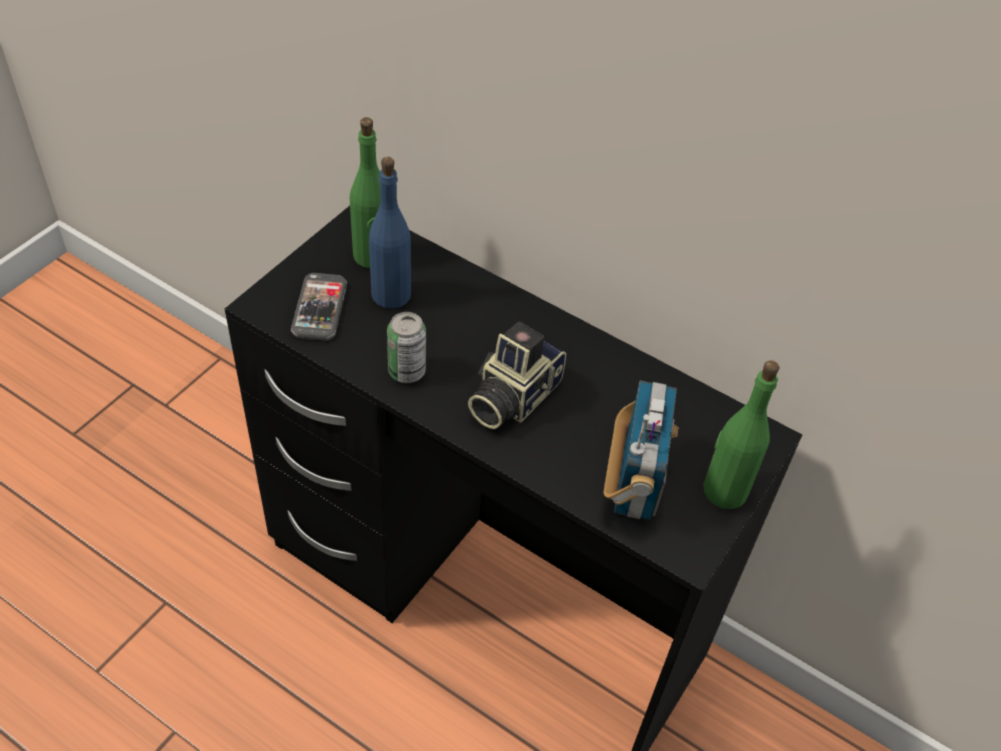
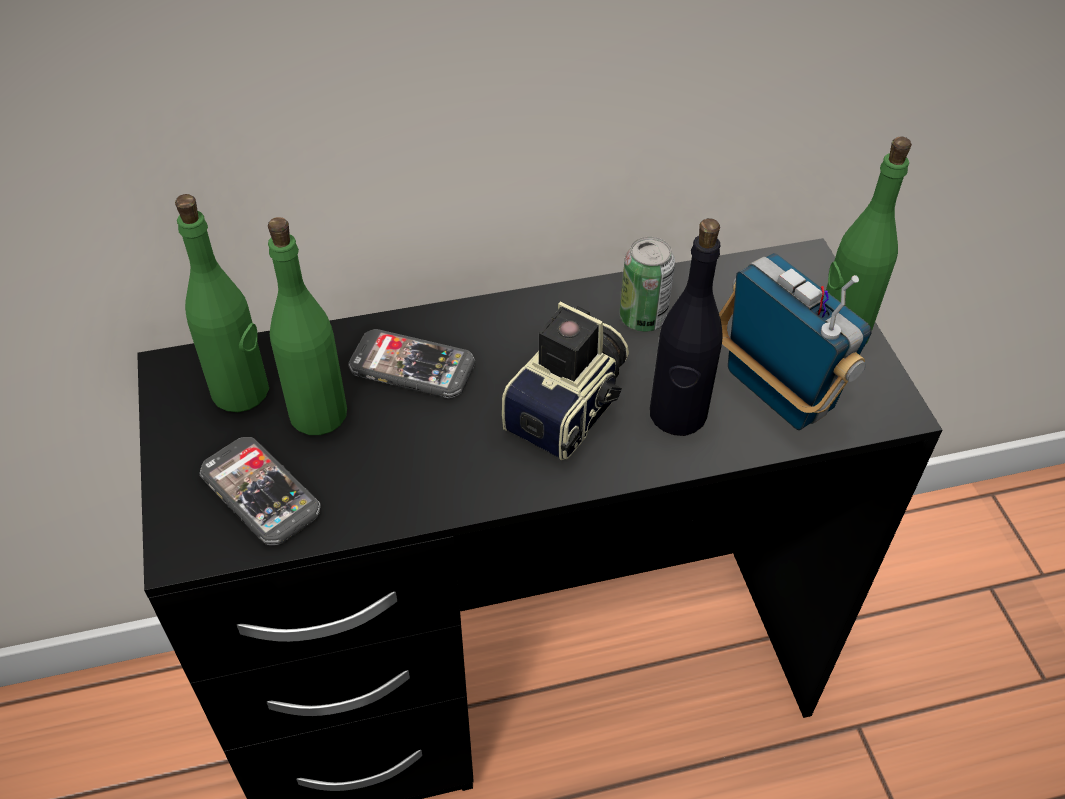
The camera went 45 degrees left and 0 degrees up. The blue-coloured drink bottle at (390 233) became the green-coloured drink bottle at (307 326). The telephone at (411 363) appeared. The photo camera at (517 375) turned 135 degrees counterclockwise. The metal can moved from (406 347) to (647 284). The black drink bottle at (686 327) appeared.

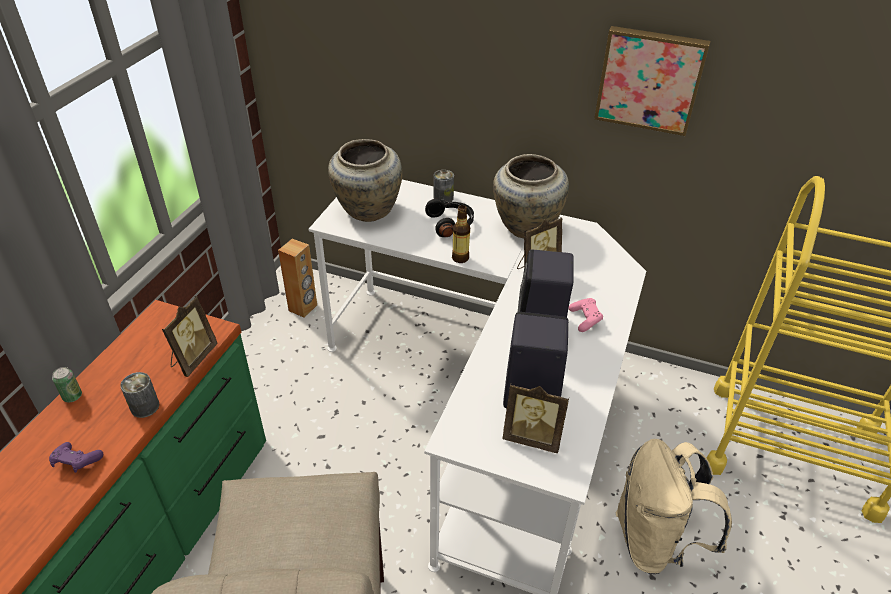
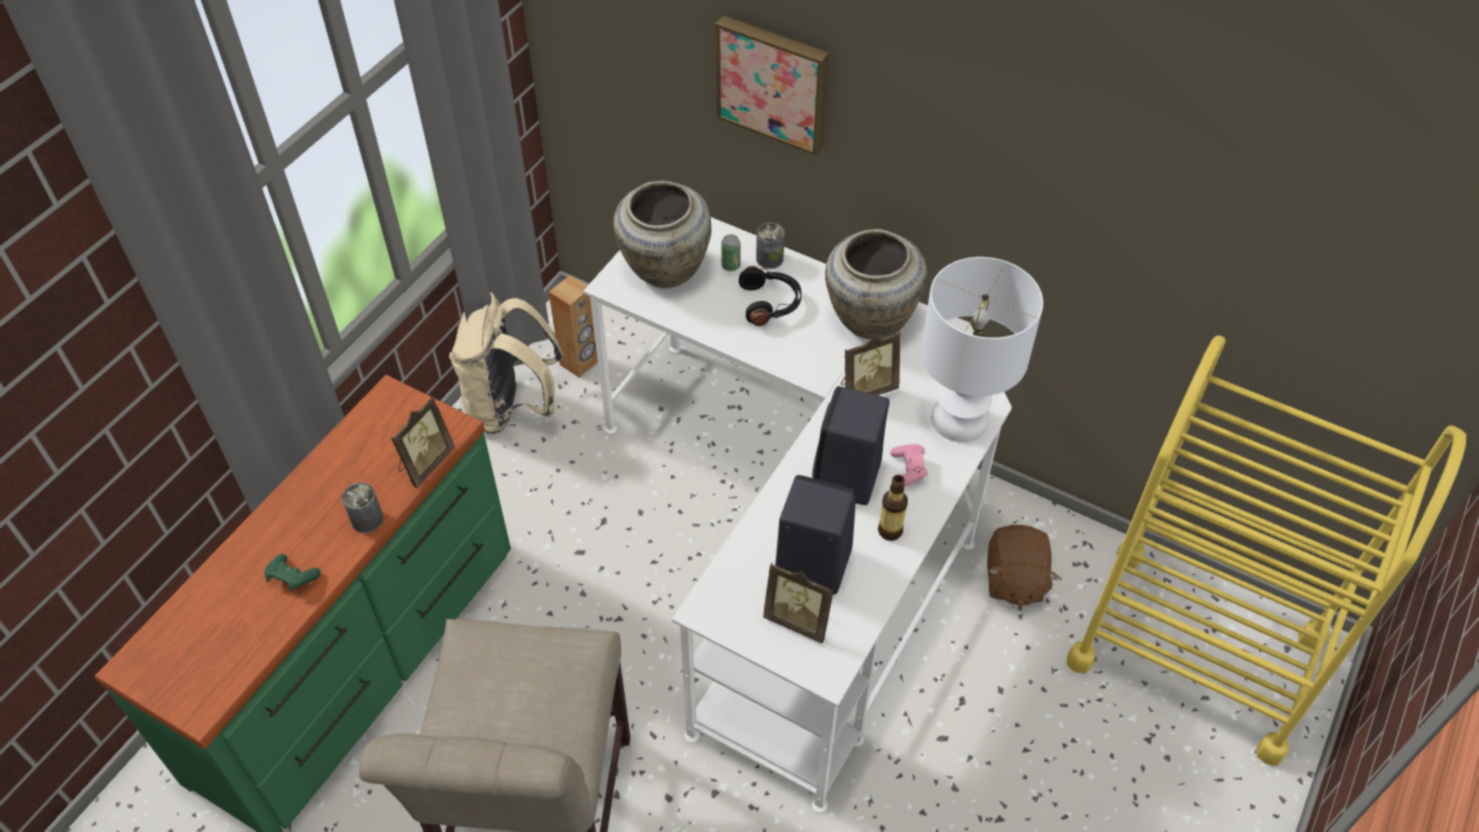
The camera went 10 degrees right and 10 degrees up. The purple gamepad at (76 457) became the green-coloured gamepad at (292 573). The beige backpack moved from (673 506) to (506 363). The wall picture moved from (652 81) to (772 85). The metal can moved from (67 384) to (731 252). The drink bottle moved from (461 234) to (893 508). The white-coloured tabletop lamp at (982 349) appeared. The brownish soft toy at (1023 566) appeared.

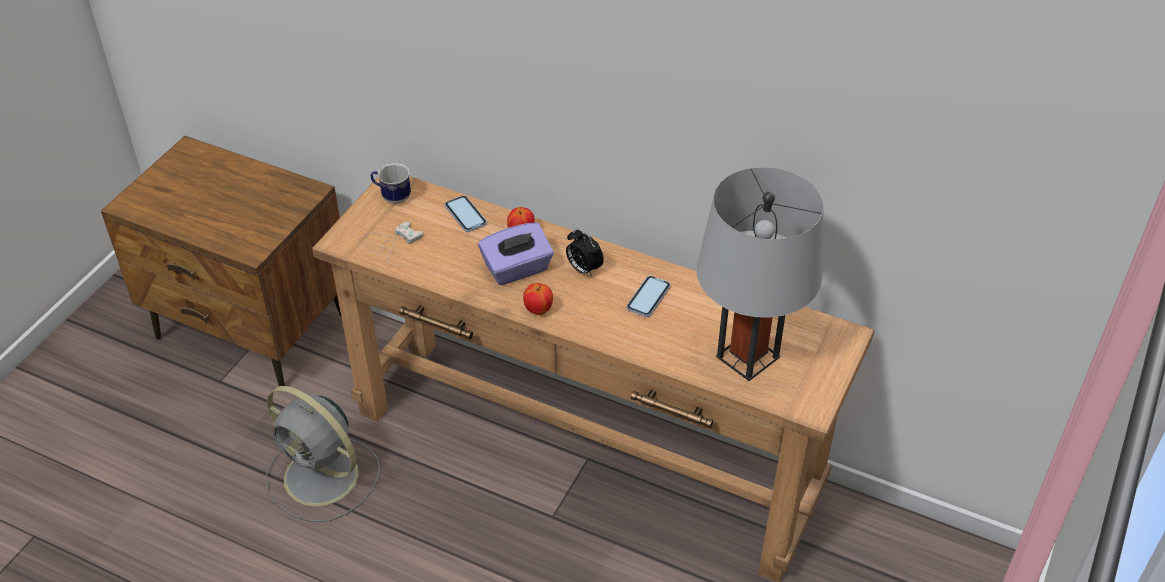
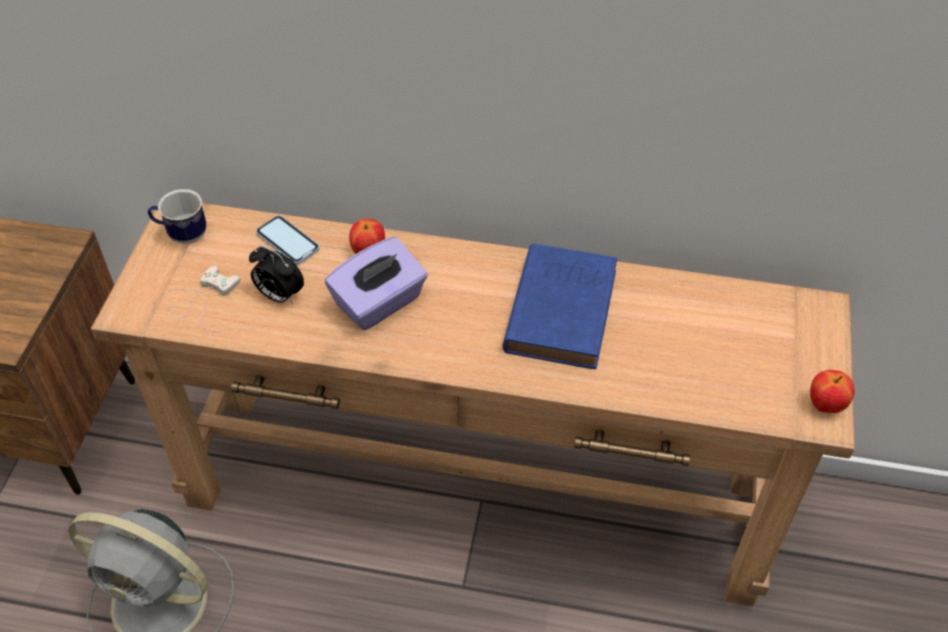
The camera went 15 degrees left and 5 degrees up. The alarm clock moved from (585 253) to (276 275). The telephone at (649 296) was replaced by the blue-coloured book at (560 306). The apple fruit moved from (538 299) to (832 391). The grey tabletop lamp at (760 274) disappeared.

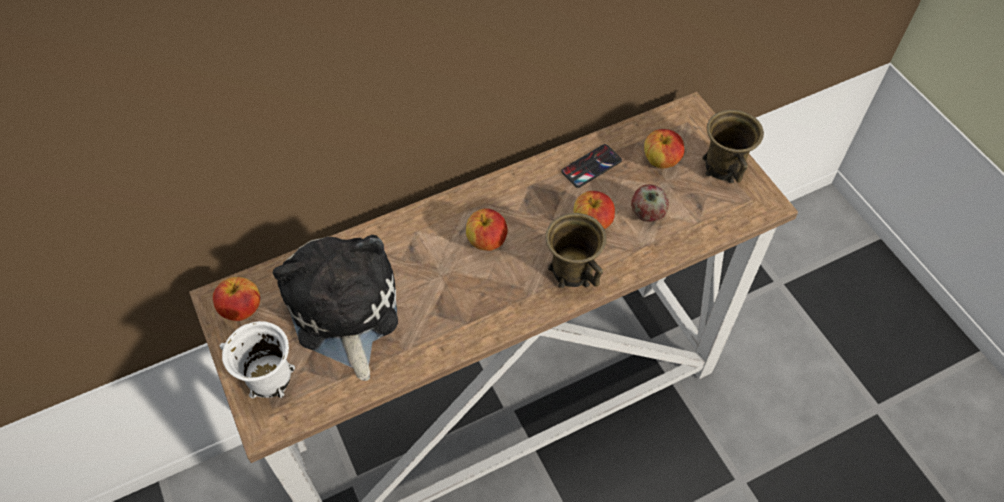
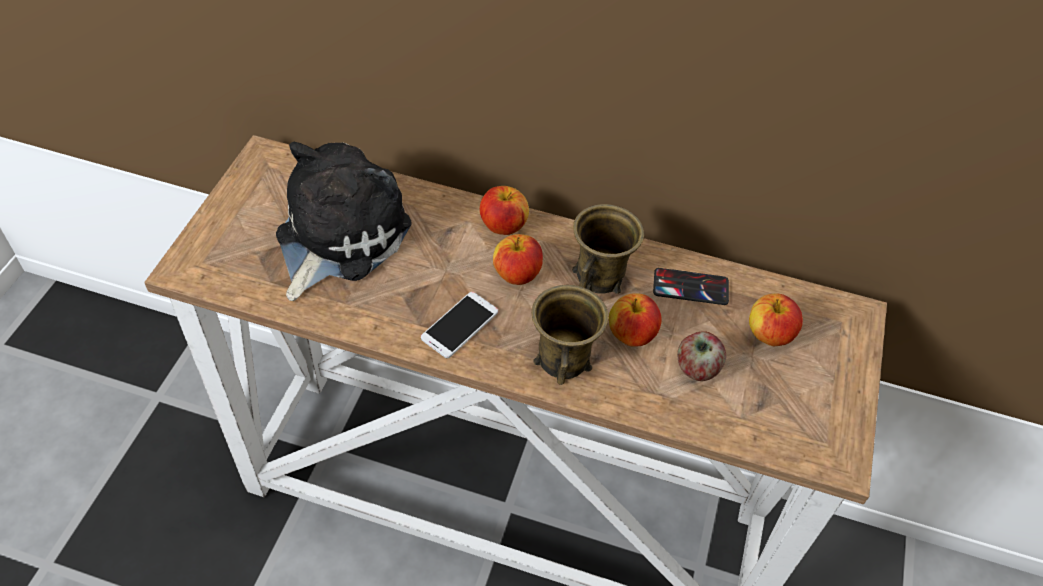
The camera went 40 degrees right and 5 degrees down. The telephone at (459 325) appeared. The apple fruit moved from (236 299) to (504 210). The brownish mug moved from (733 146) to (608 249). The white-coloured mug at (257 359) disappeared.

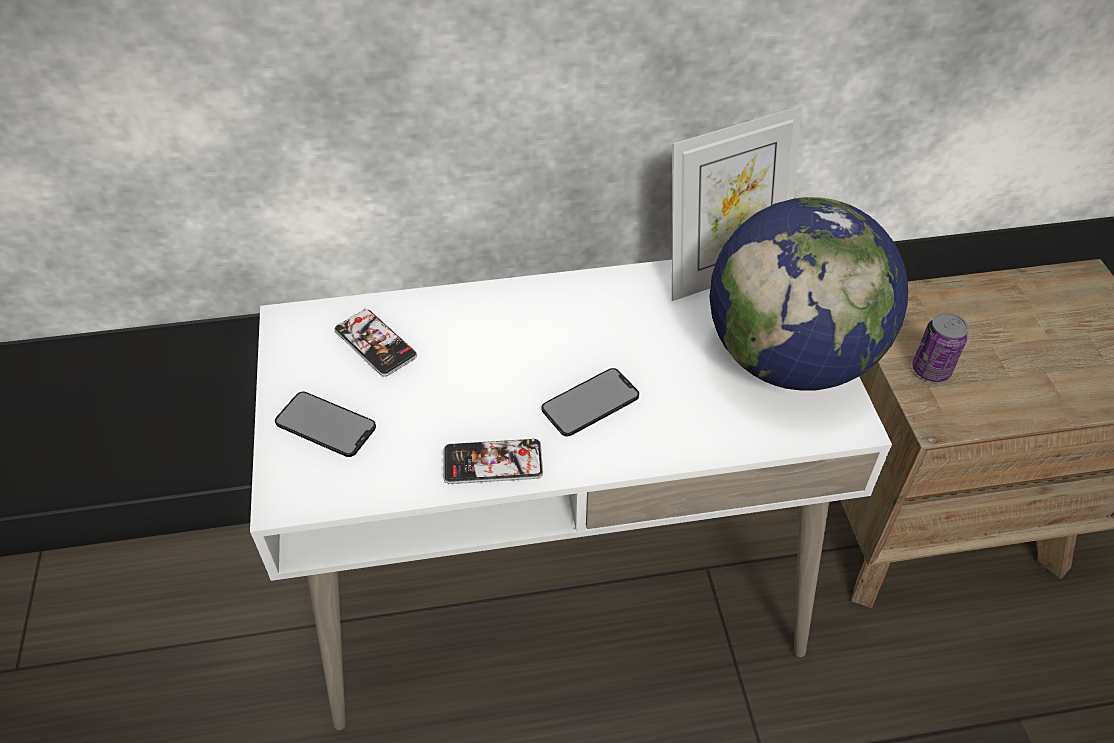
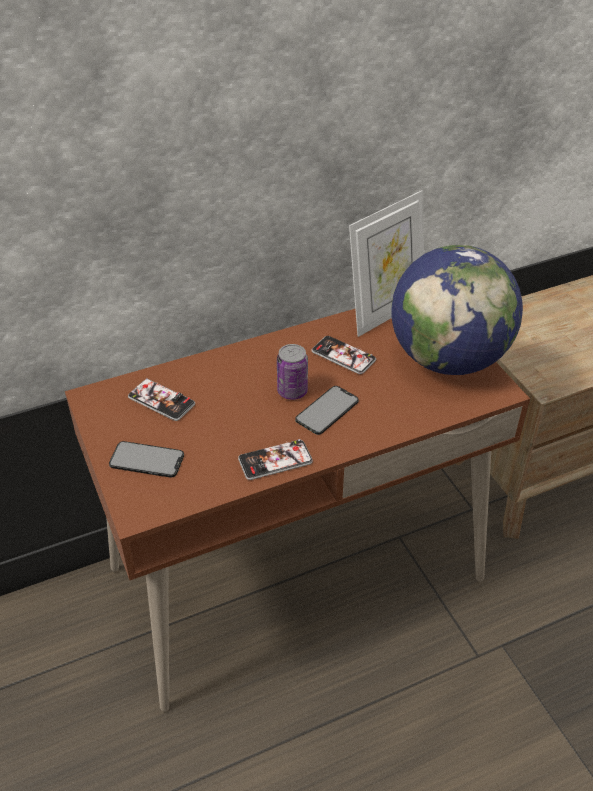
The camera went 15 degrees left and 5 degrees down. The white-coloured desk table at (571 495) became the brownish desk table at (297 510). The metal can moved from (940 347) to (292 372). The telephone at (343 355) appeared.

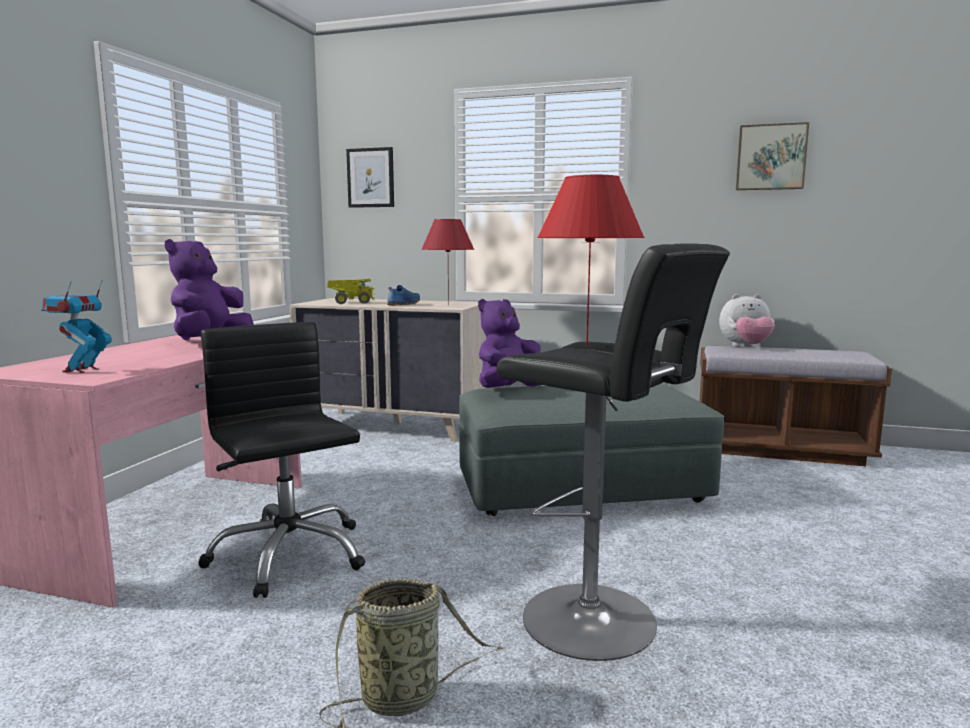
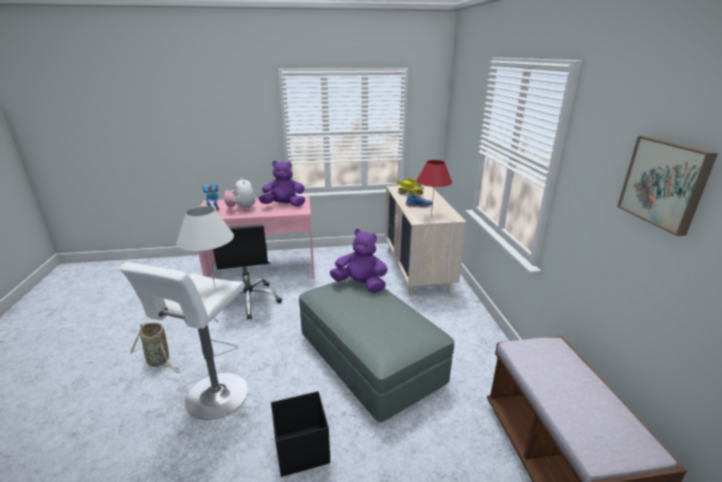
The camera went 65 degrees right and 15 degrees up. The black sitting stool at (613 452) became the white-coloured sitting stool at (183 341). The red tabletop lamp at (591 261) became the white-coloured tabletop lamp at (205 246). The black computer chair at (281 460) turned 135 degrees clockwise. The soft toy moved from (747 320) to (240 193). The black storage container at (300 434) appeared. The wall picture at (370 177) disappeared.

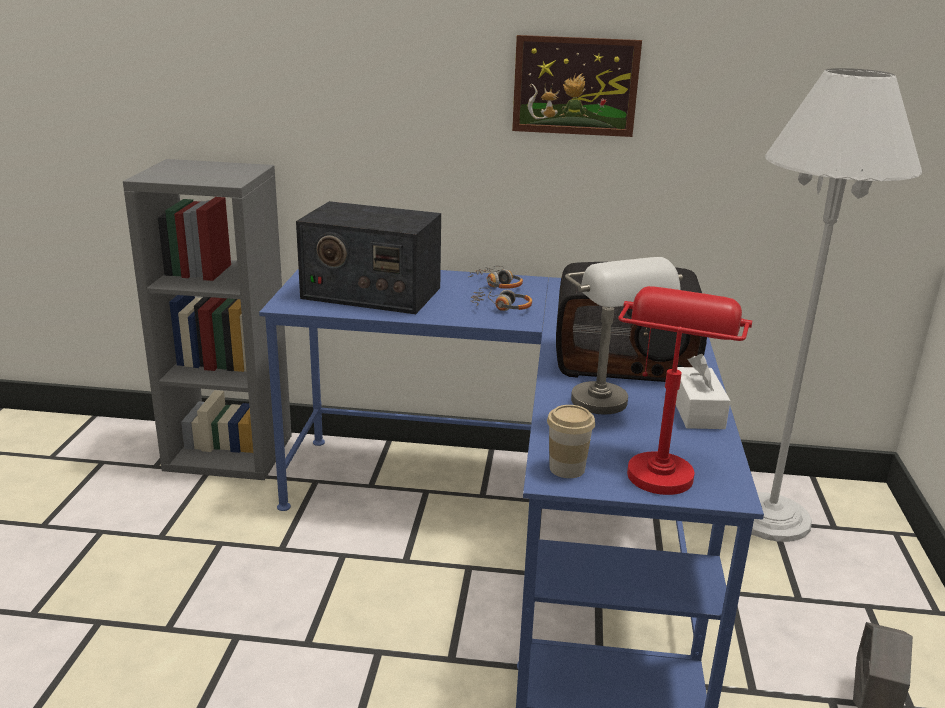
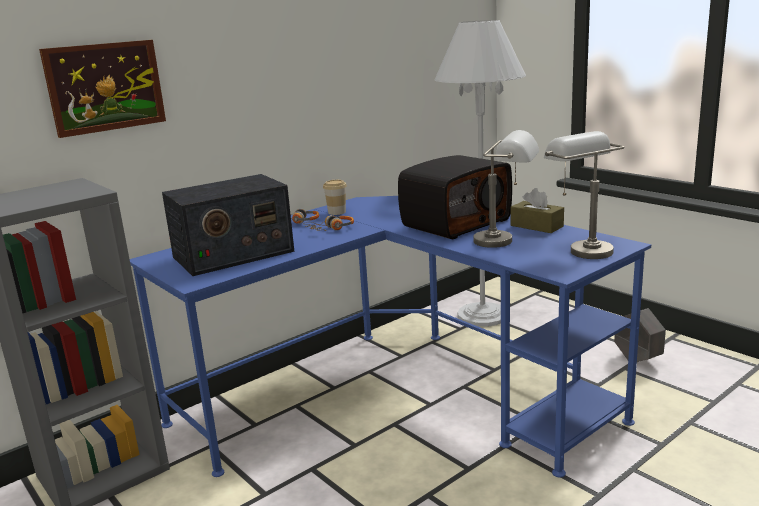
The camera went 45 degrees left and 5 degrees down. The wall picture moved from (577 86) to (102 89). The cup moved from (571 441) to (335 197). The white-coloured box of tissues at (703 391) became the brownish box of tissues at (537 210). The red tabletop lamp at (685 390) became the grey tabletop lamp at (584 195).

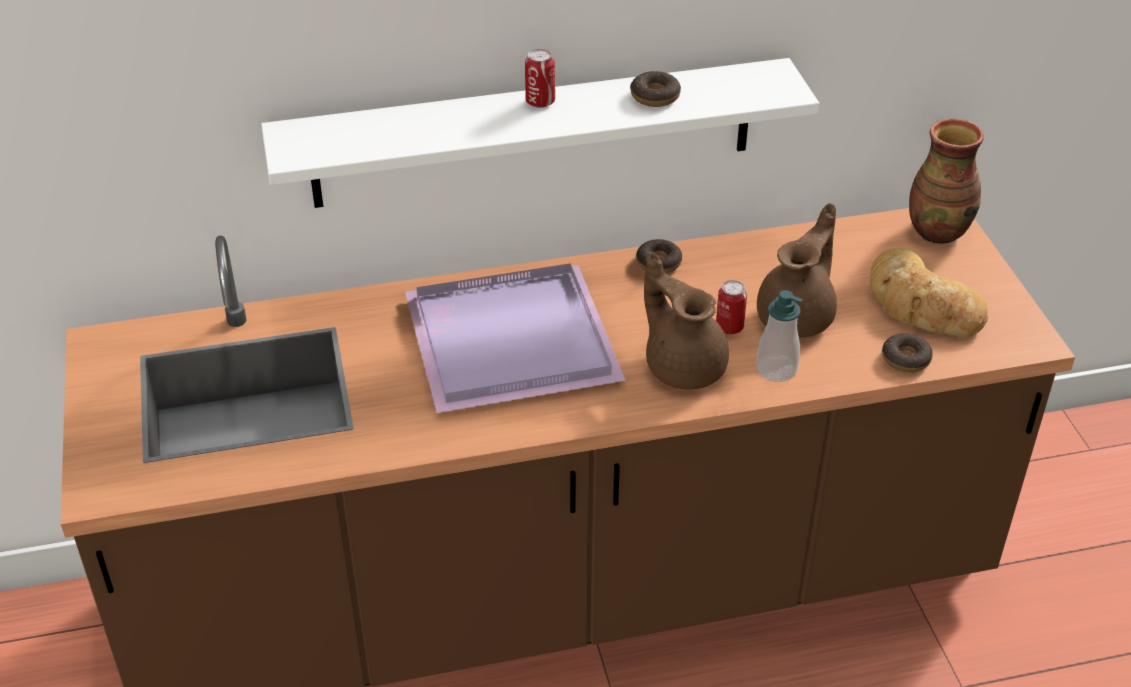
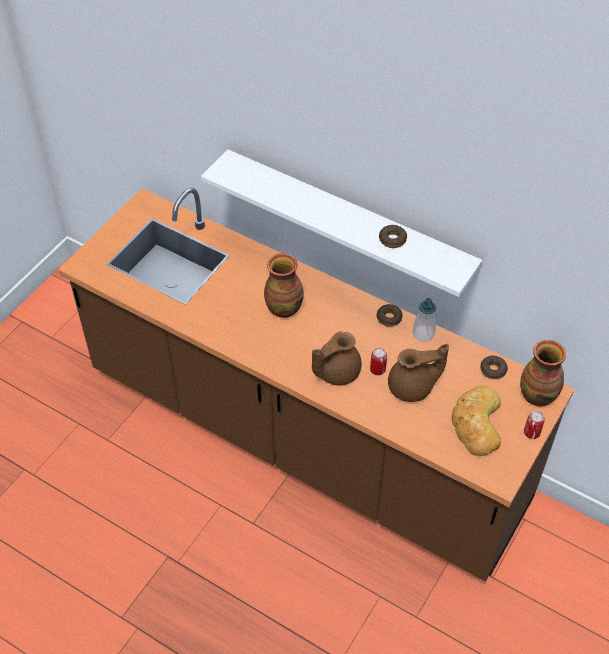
The camera went 45 degrees right and 10 degrees up. The purple serving tray at (515 338) was replaced by the flower vase at (284 285). The brownish tea pot at (686 320) turned 135 degrees counterclockwise. The soap bottle moved from (779 336) to (424 319). The donut moved from (907 352) to (494 367). The metal can moved from (540 78) to (534 425).

